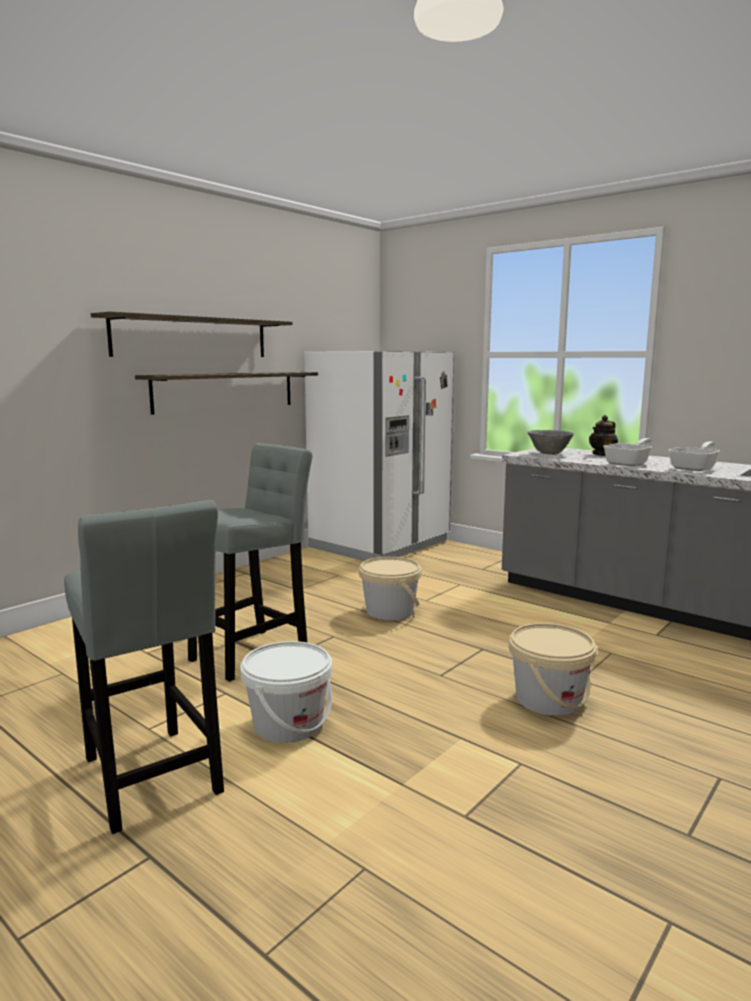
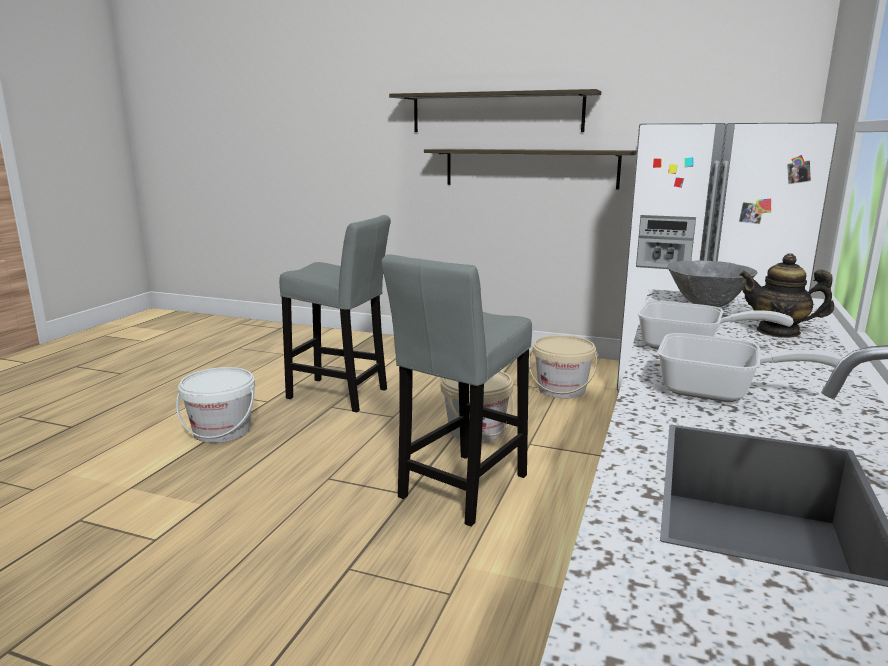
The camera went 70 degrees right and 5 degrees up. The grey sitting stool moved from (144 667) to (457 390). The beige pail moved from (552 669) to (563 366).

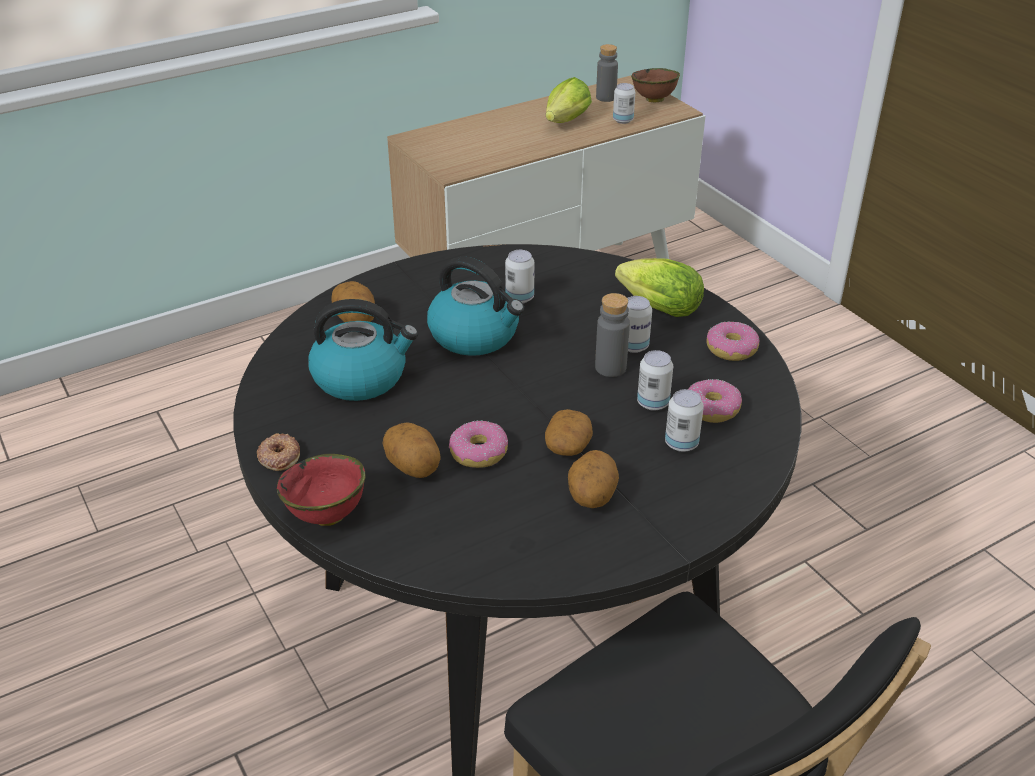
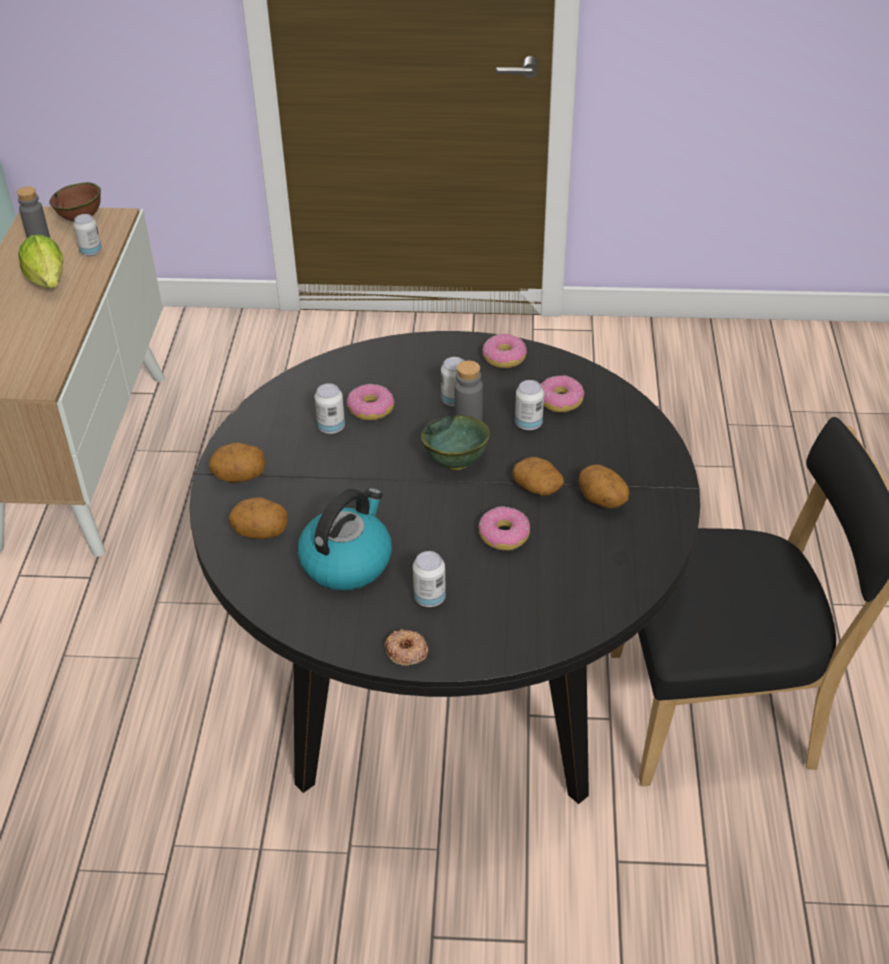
The camera went 55 degrees left and 5 degrees up. The potato moved from (411 450) to (237 462). The donut at (371 402) appeared. The metal can moved from (684 420) to (429 579). The green-coloured serving bowl at (455 442) appeared. The red serving bowl at (321 490) disappeared. The water kettle at (475 306) disappeared. The head of lettuce at (659 287) disappeared.

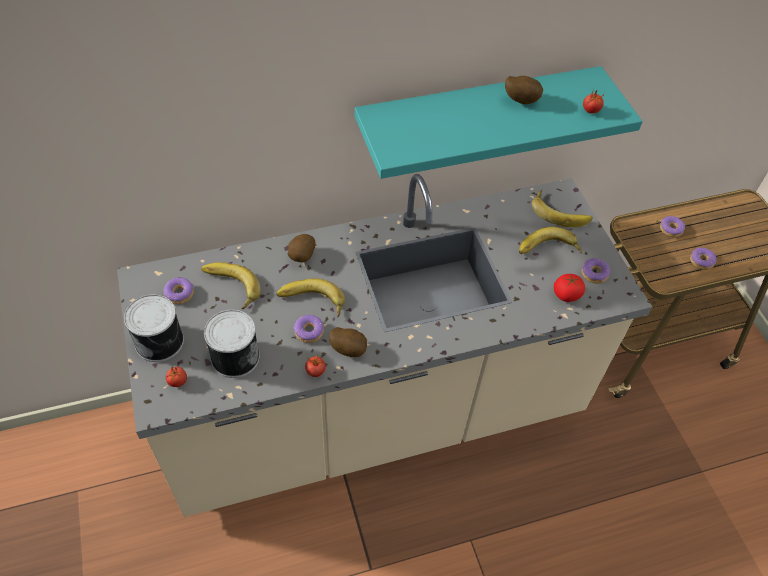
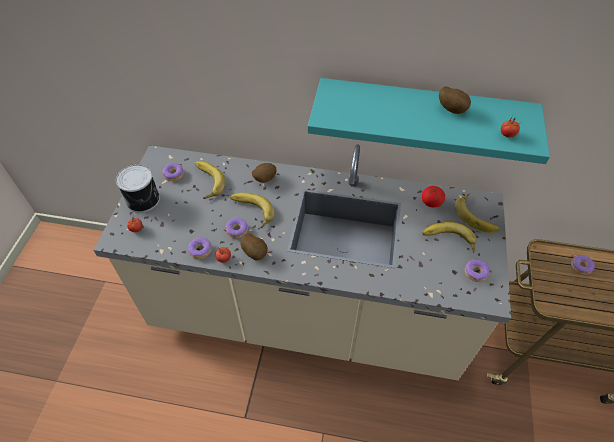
The camera went 30 degrees right and 0 degrees up. The donut moved from (703 259) to (200 248). The whole tomato moved from (569 288) to (433 196). The metal can at (232 344) disappeared.

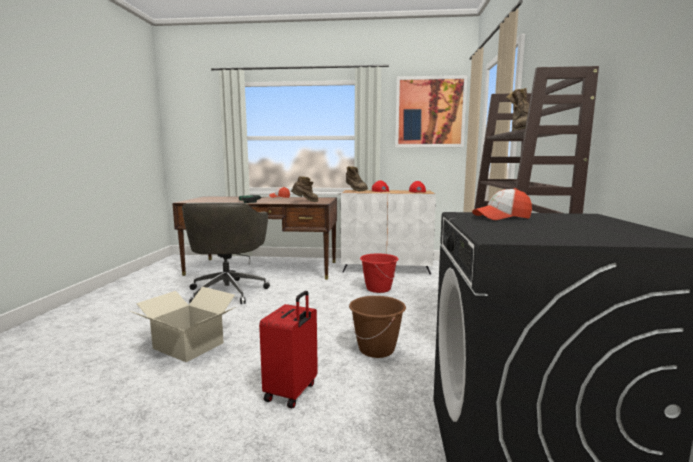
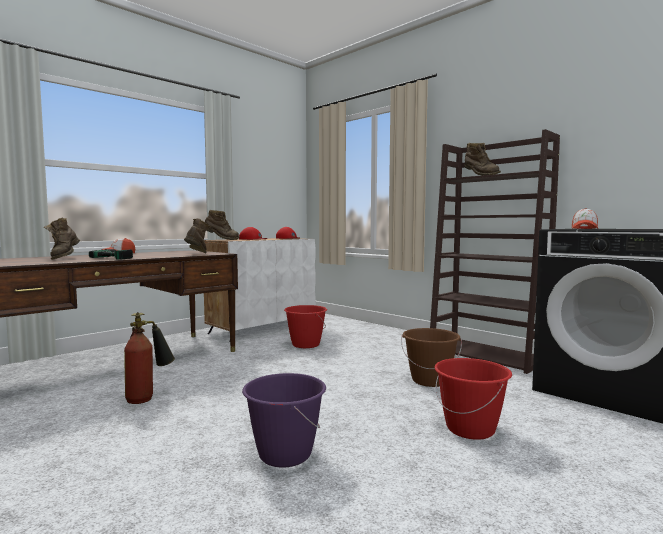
The camera went 50 degrees left and 5 degrees down. The brownish high-top boot at (62 239) appeared. The grey computer chair at (226 253) was replaced by the fire-fighting cylinder at (149 358). The carton at (182 324) was replaced by the purple pail at (284 420). The red piece of luggage at (288 349) was replaced by the red pail at (473 399). The wall picture at (431 111) disappeared.

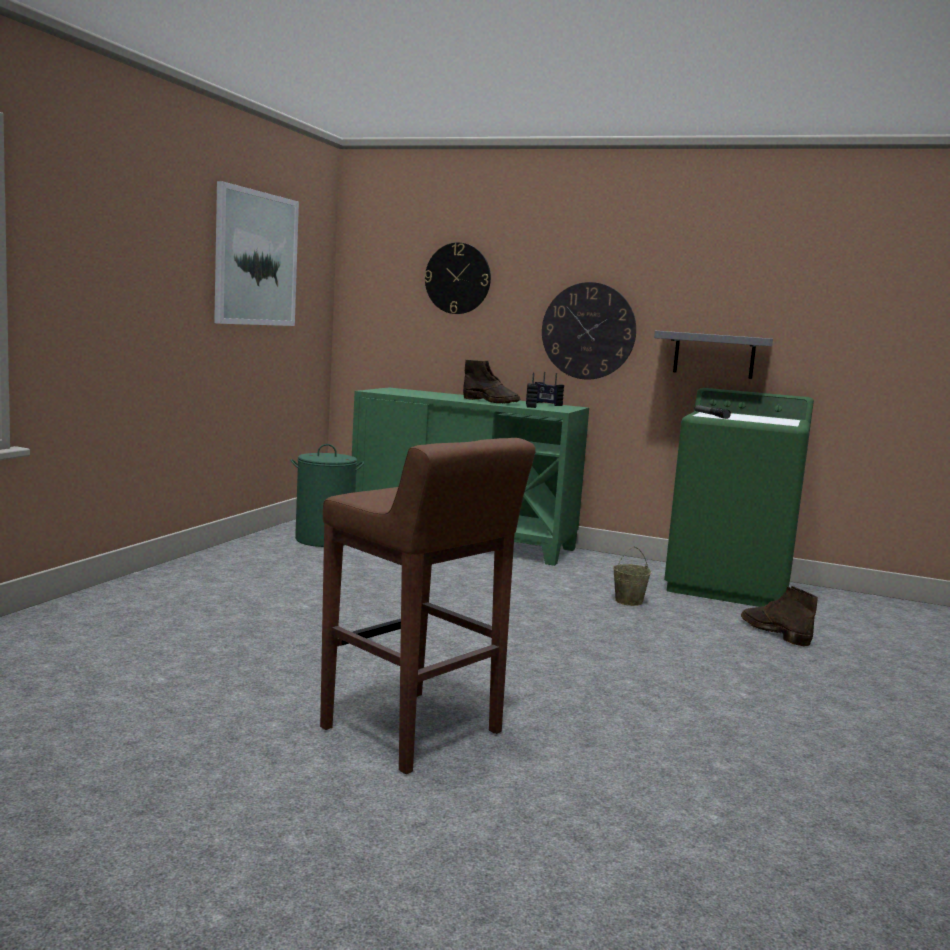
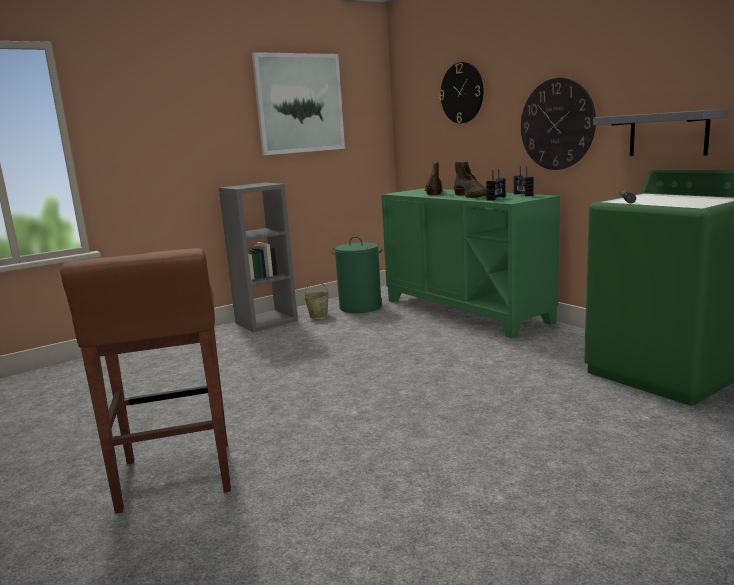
The camera went 35 degrees right and 5 degrees up. The grey bookcase at (258 257) appeared. The beige pail moved from (632 576) to (316 299). The brownish high-top boot moved from (779 616) to (433 178).

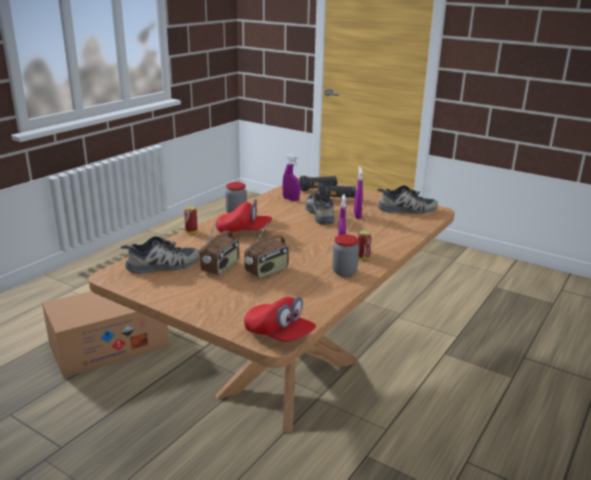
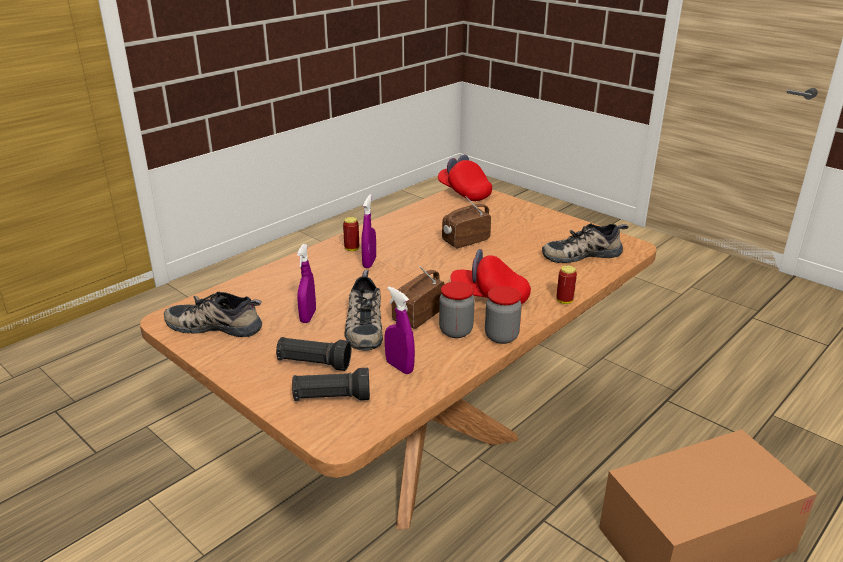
The camera went 170 degrees left and 5 degrees up. The radio set moved from (219 247) to (418 297). The jar moved from (345 255) to (457 309).

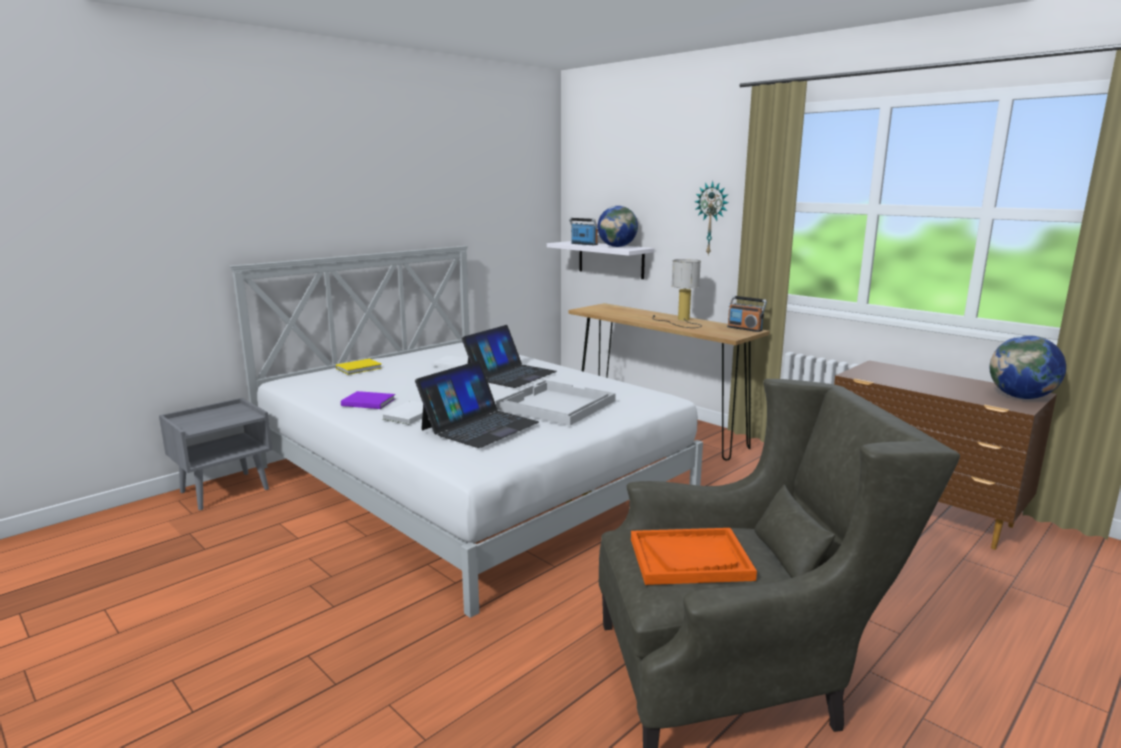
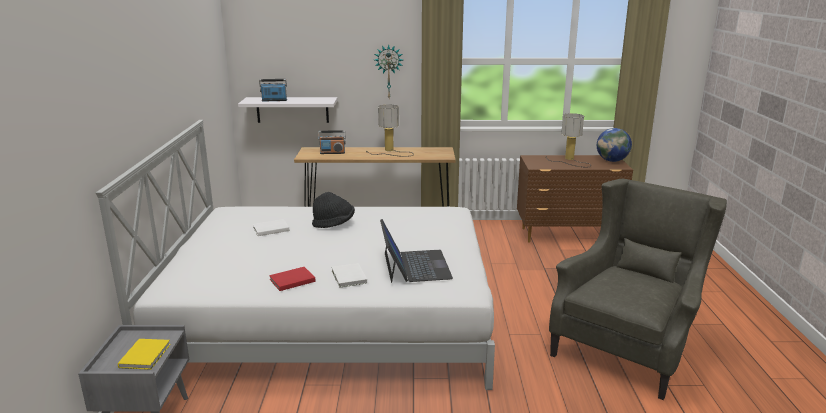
The camera went 45 degrees left and 5 degrees up. The yellow-coloured book moved from (359 367) to (144 354). The purple book at (368 400) became the red book at (292 279). The portable computer at (509 356) was replaced by the black wearable hat at (333 210). The radio set moved from (747 314) to (331 142). The tabletop lamp at (568 140) appeared. The white-coloured serving tray at (556 403) disappeared. The desk globe at (618 226) disappeared. The orangey serving tray at (694 556) disappeared.

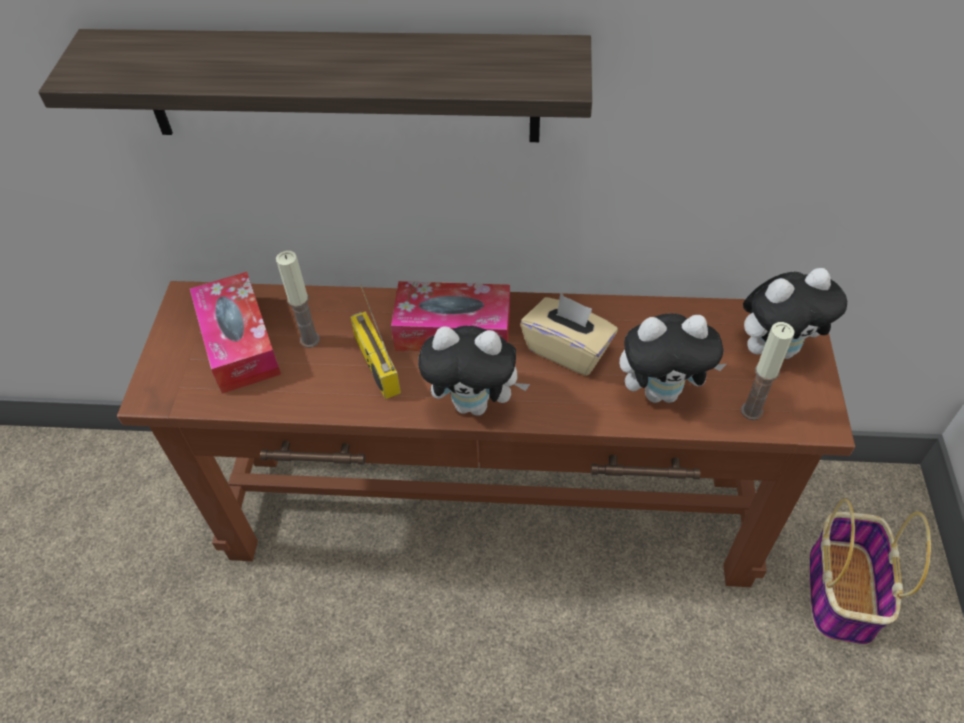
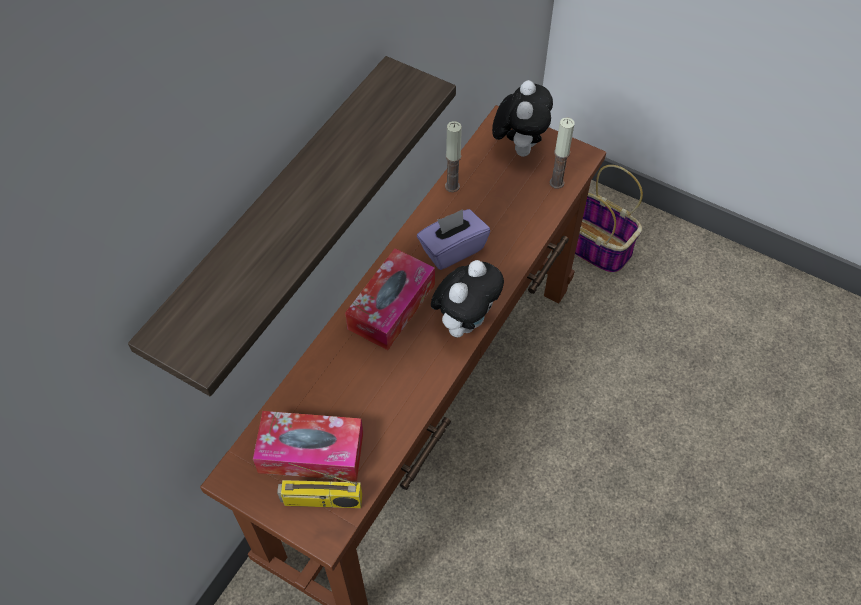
The camera went 65 degrees left and 5 degrees up. The radio set moved from (375 342) to (319 485). The beige box of tissues at (569 334) became the purple box of tissues at (453 239). The wax light moved from (298 299) to (453 156). The soft toy at (672 358) disappeared.

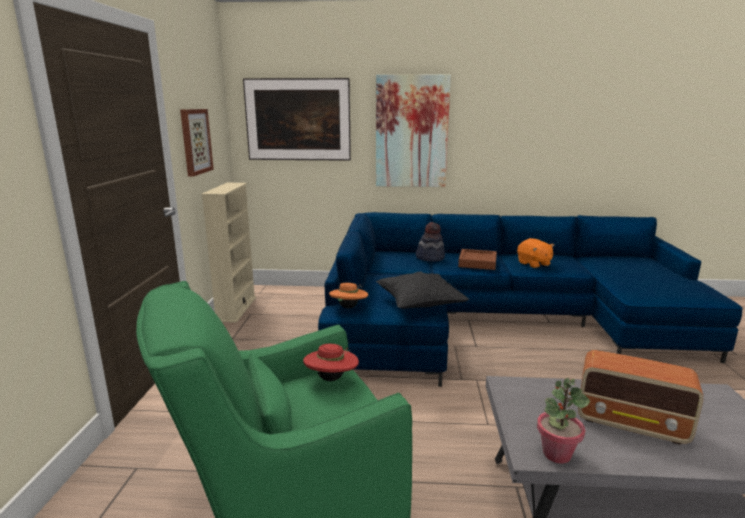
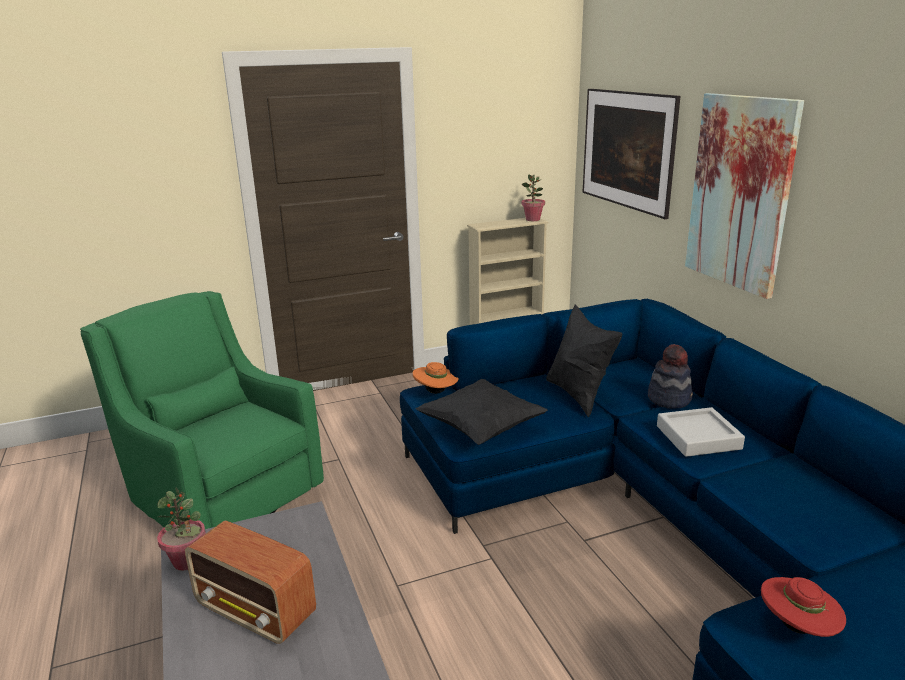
The camera went 65 degrees right and 5 degrees up. The radio set at (640 397) turned 60 degrees counterclockwise. The houseplant at (533 198) appeared. The black cushion at (584 361) appeared. The brownish serving tray at (477 259) became the grey serving tray at (701 432). The red wearable hat moved from (331 362) to (803 607). The wall picture at (197 143) disappeared. The orangey soft toy at (535 253) disappeared.

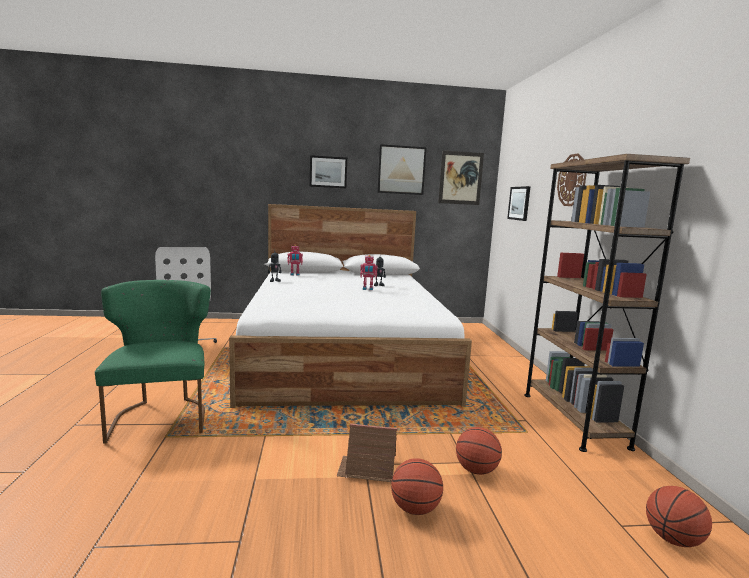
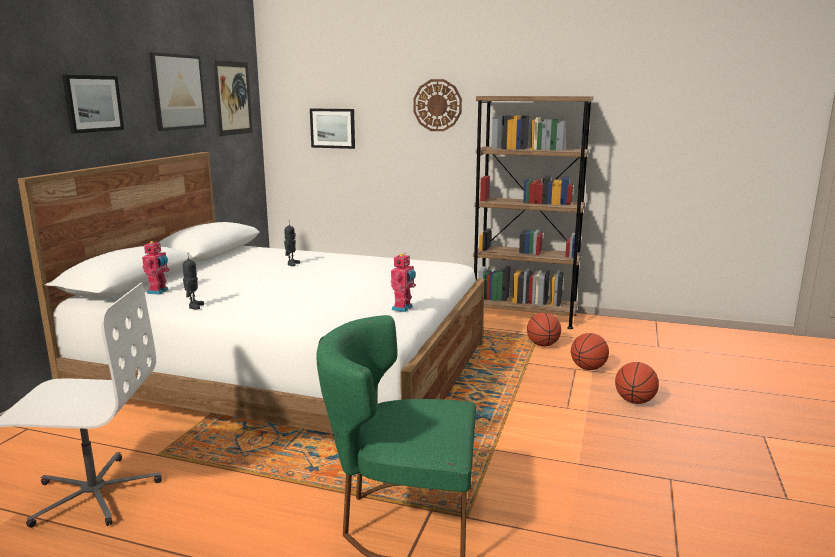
The camera went 65 degrees left and 5 degrees up. The model robot moved from (369 272) to (403 282). The basketball moved from (679 516) to (544 329). The model house at (367 453) disappeared.

